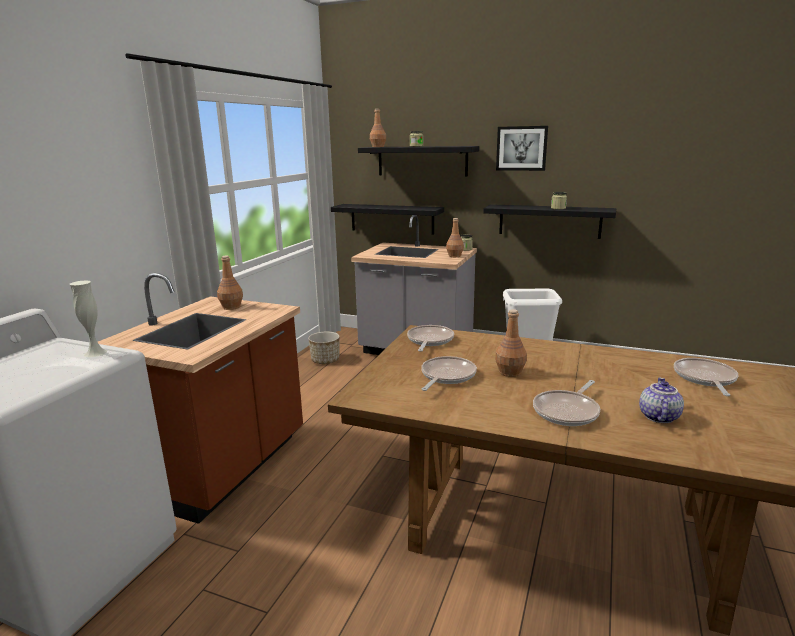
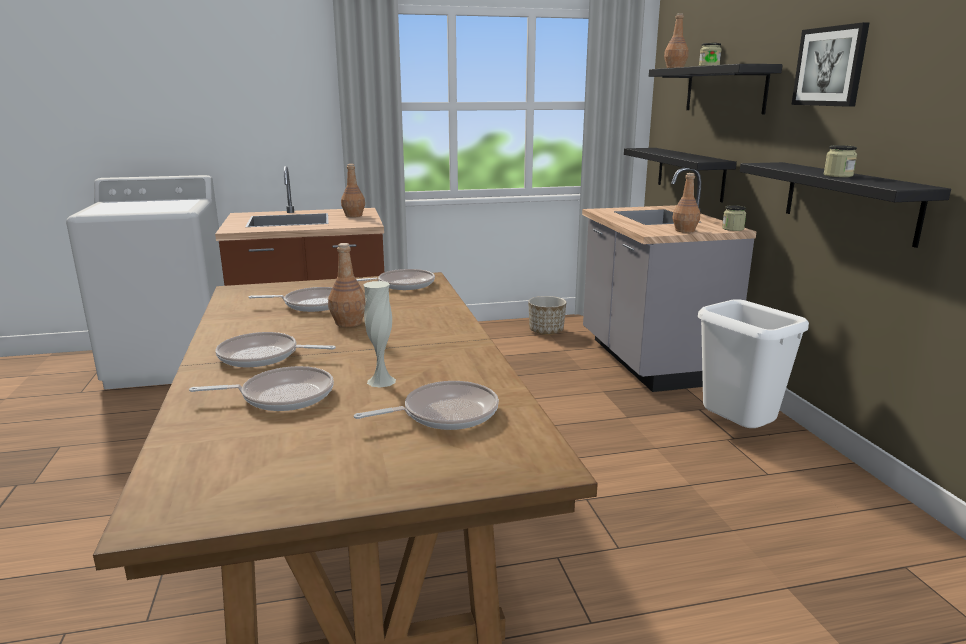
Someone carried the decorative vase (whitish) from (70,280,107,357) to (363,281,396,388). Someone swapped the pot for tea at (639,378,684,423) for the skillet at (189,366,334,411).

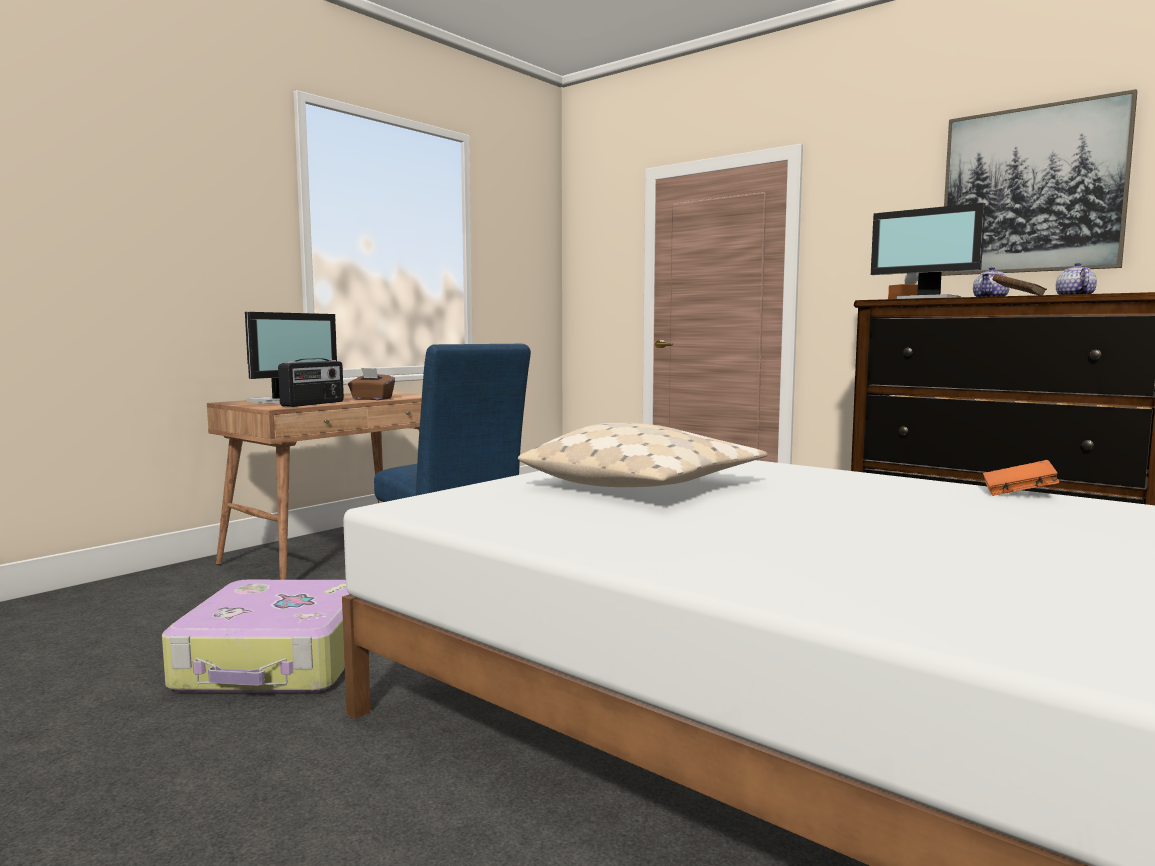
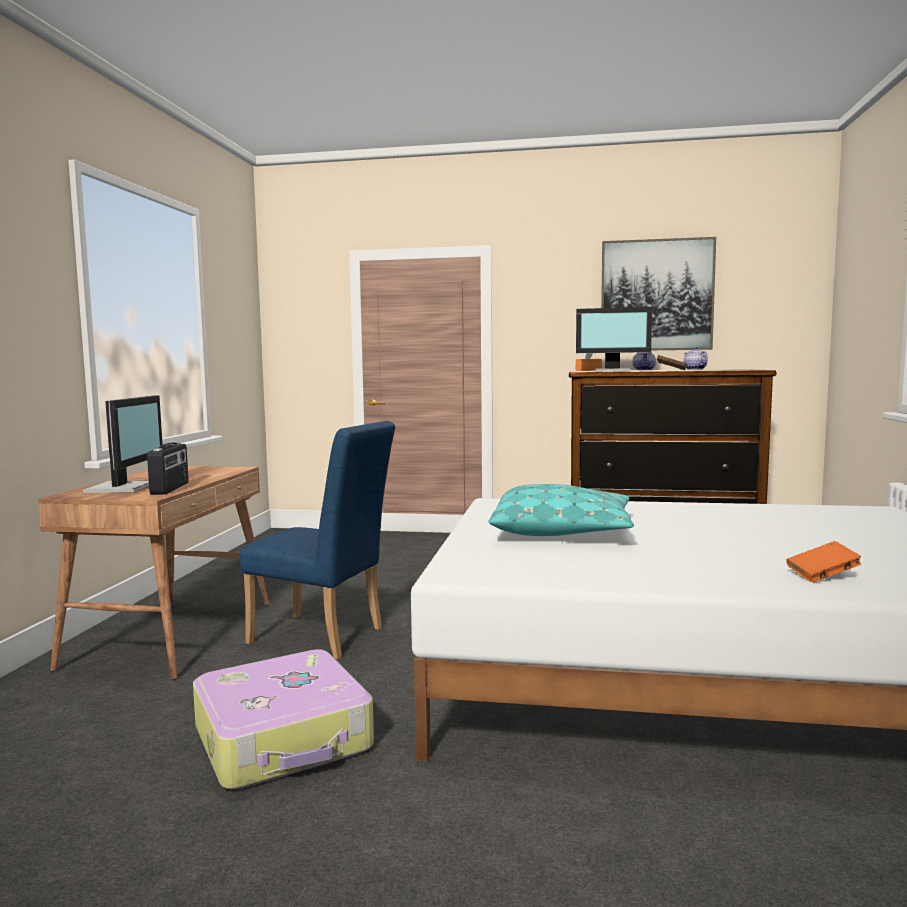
Someone took away the box of tissues (brownish) at (348,368,395,400). Someone carried the volume (orange) from (983,460,1059,496) to (786,541,861,583). Someone repainted the cushion (sand-coloured) at (518,423,768,487), which became the cushion (blue-green) at (489,484,634,536).

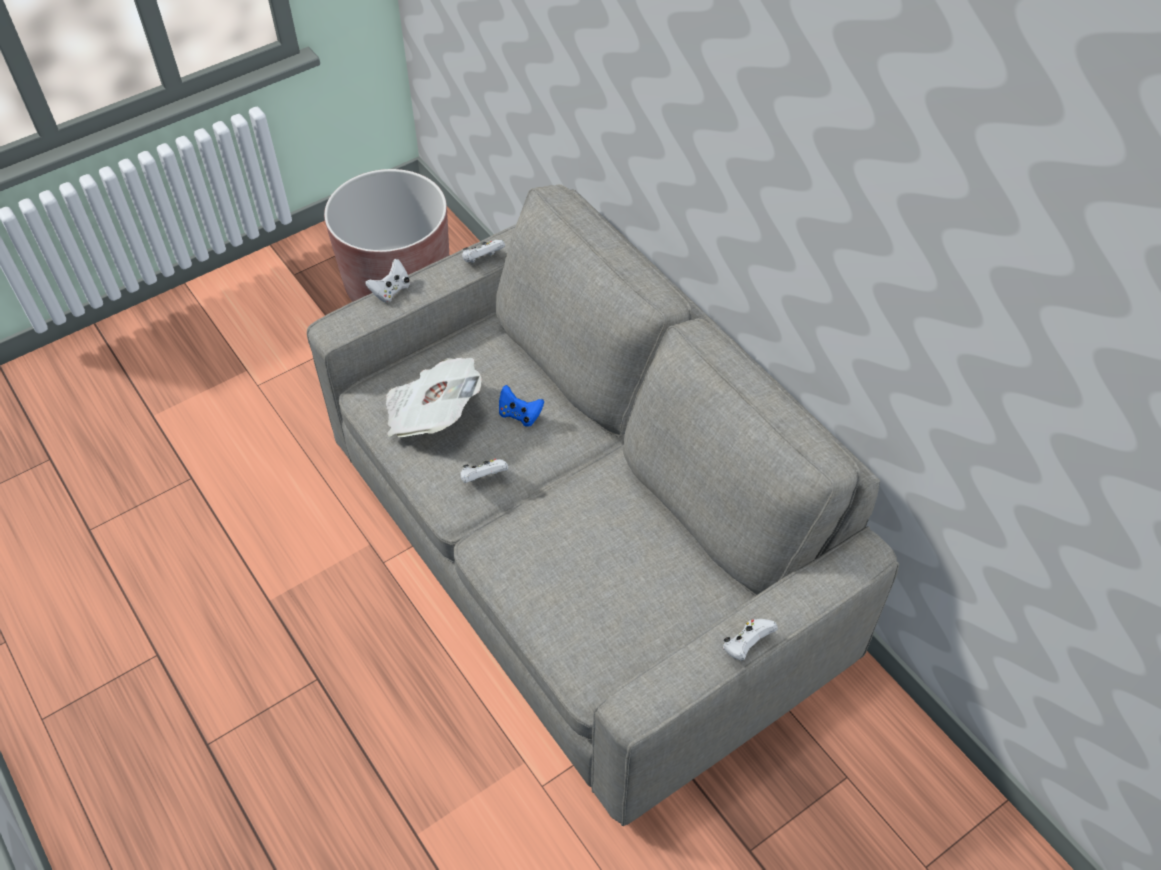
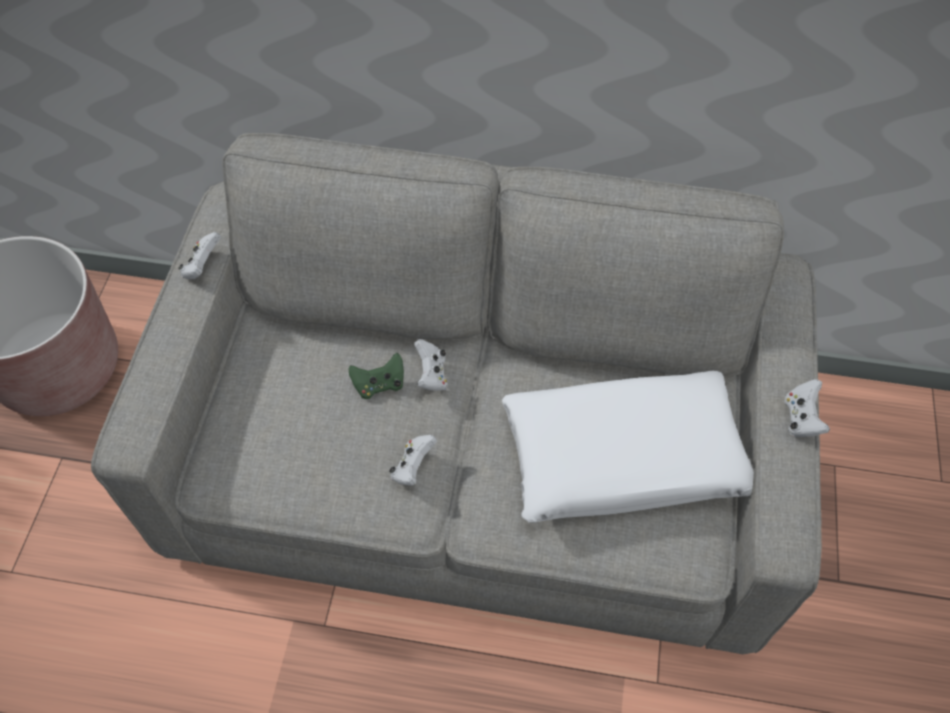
Someone took away the daily paper at (386,358,482,437). Someone put down the cushion (whitish) at (502,371,754,523). Someone carried the gamepad (whitish) from (365,259,410,303) to (414,339,448,391). Someone repainted the gamepad (blue-coloured) at (499,385,544,427), which became the gamepad (green) at (348,353,404,399).

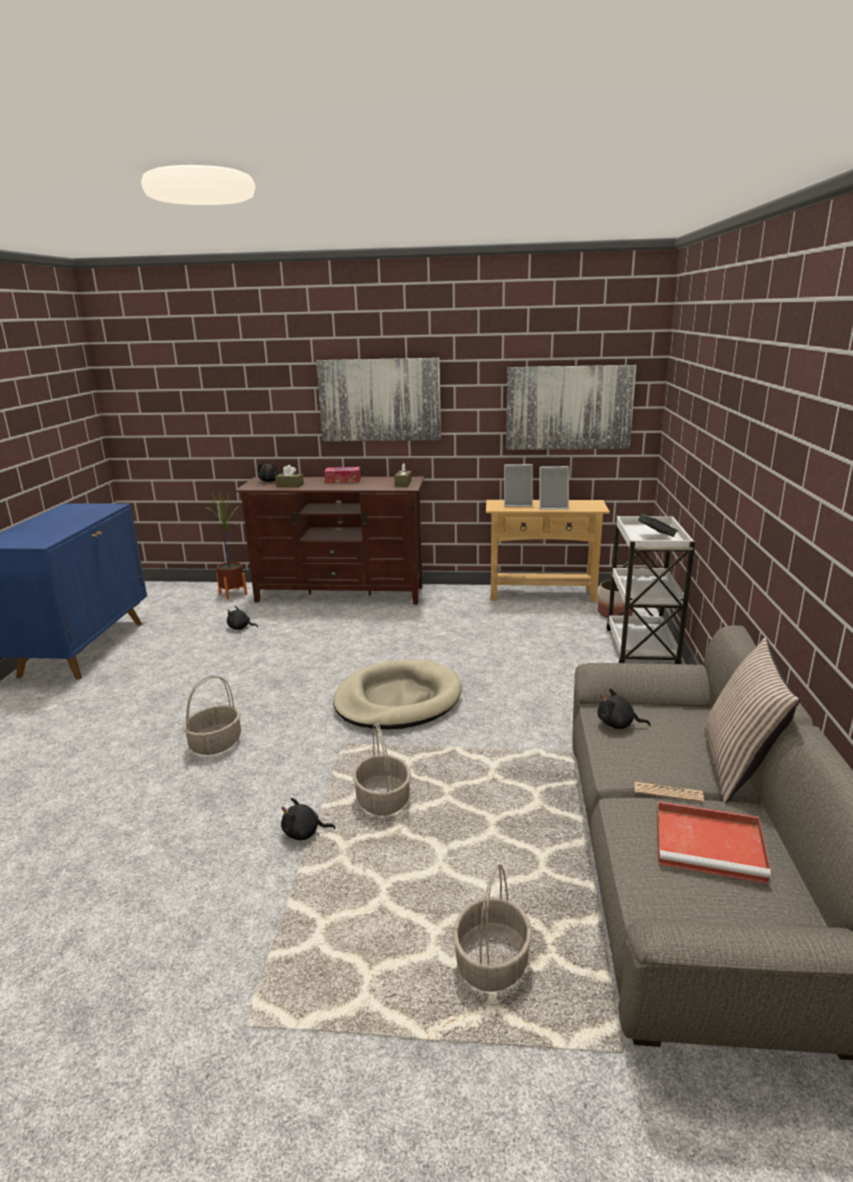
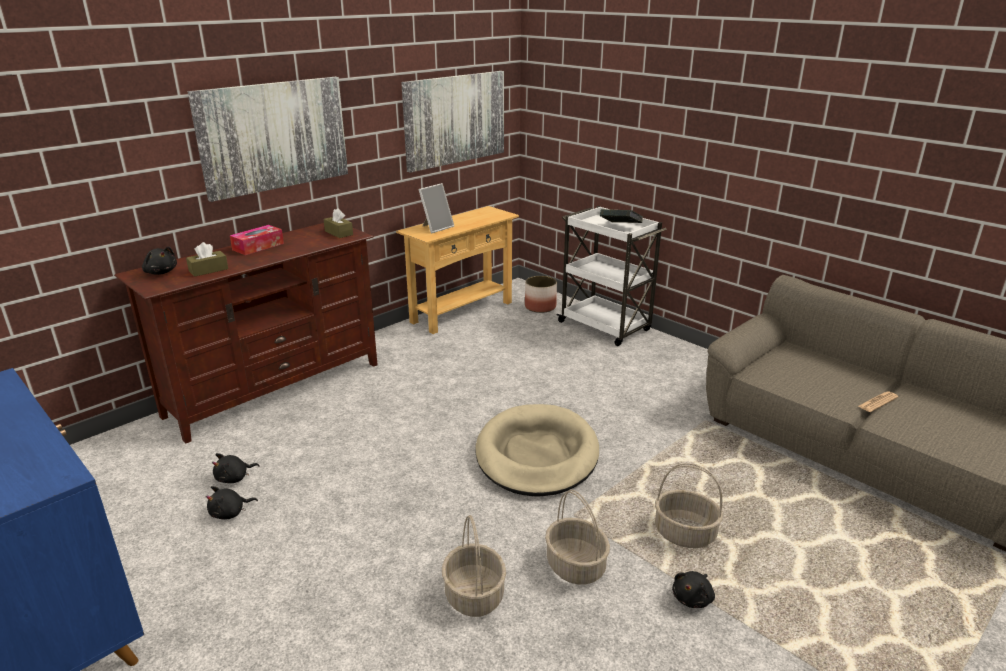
Someone took away the potted plant at (207,489,247,600). Someone took away the photo frame at (540,466,569,510). Someone took away the serving tray (reddish) at (657,801,771,884). Someone took away the cushion at (704,637,800,803). Someone carried the storage basket from (453,864,532,992) to (545,490,610,585). Someone carried the soft toy (blackish) from (598,688,651,729) to (206,486,258,519).

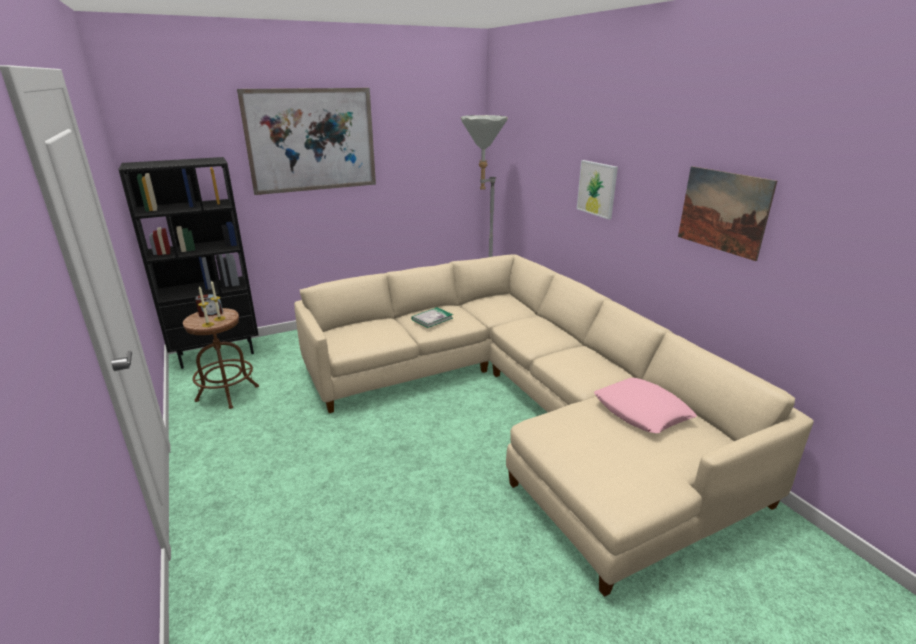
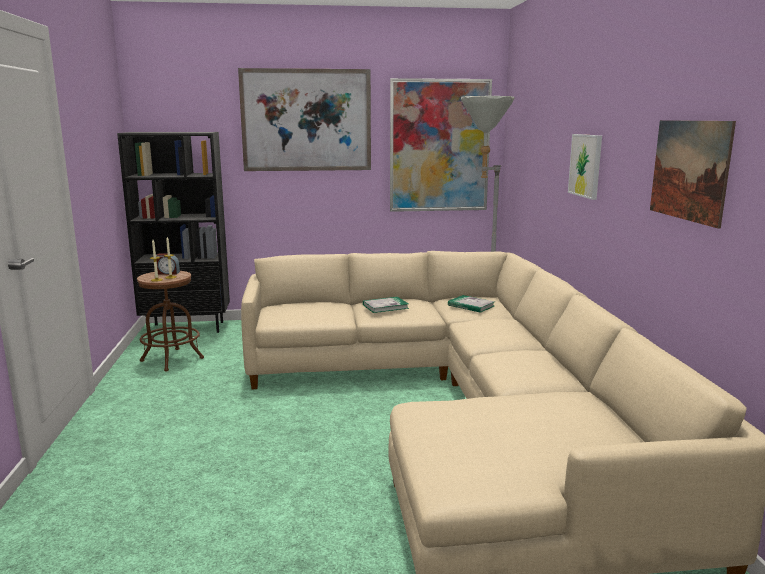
Someone took away the cushion (pink-coloured) at (594,378,697,433). Someone put up the wall art at (390,78,492,212). Someone put down the volume at (448,295,495,313).

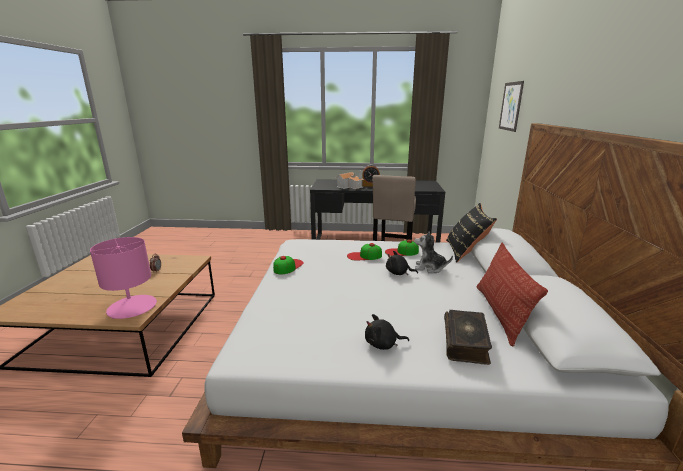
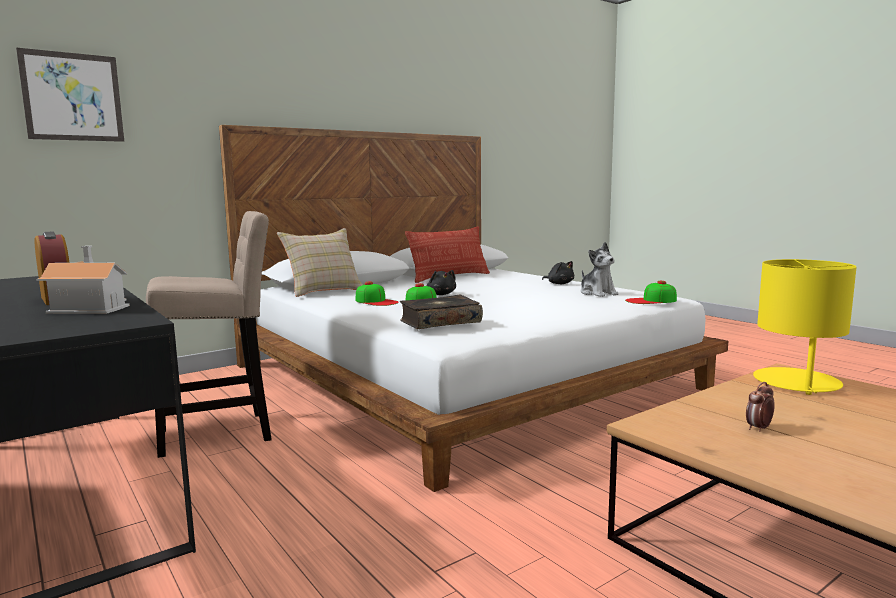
Someone carried the baseball cap from (273,256,304,274) to (625,281,677,304). Someone carried the soft toy from (414,231,453,273) to (581,242,619,297). Someone carried the volume from (444,310,492,365) to (400,295,483,329). Someone repainted the lamp for a table (pink-coloured) at (90,237,157,319), which became the lamp for a table (yellowish) at (753,259,857,395). Someone repainted the cushion (blackish) at (446,203,497,262), which became the cushion (sand-coloured) at (277,228,363,297).

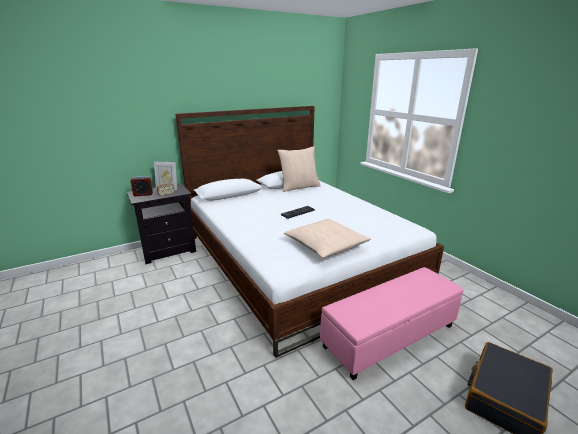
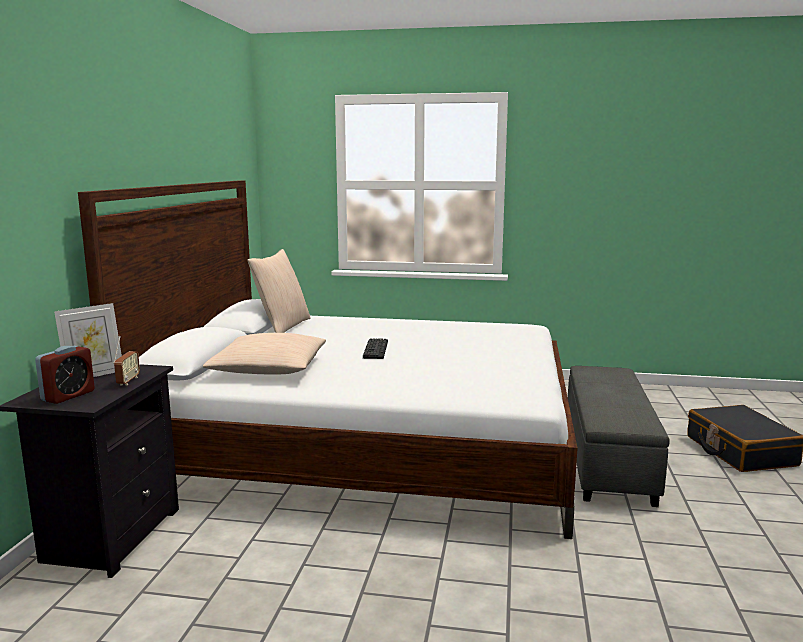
Someone carried the cushion (sand-coloured) from (284,219,371,258) to (202,333,326,375). Someone repainted the ottoman (pink-coloured) at (320,267,464,380), which became the ottoman (greyish) at (568,366,670,507).

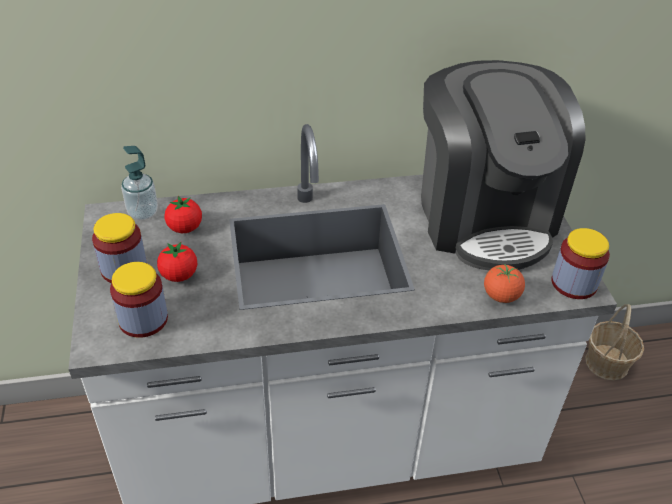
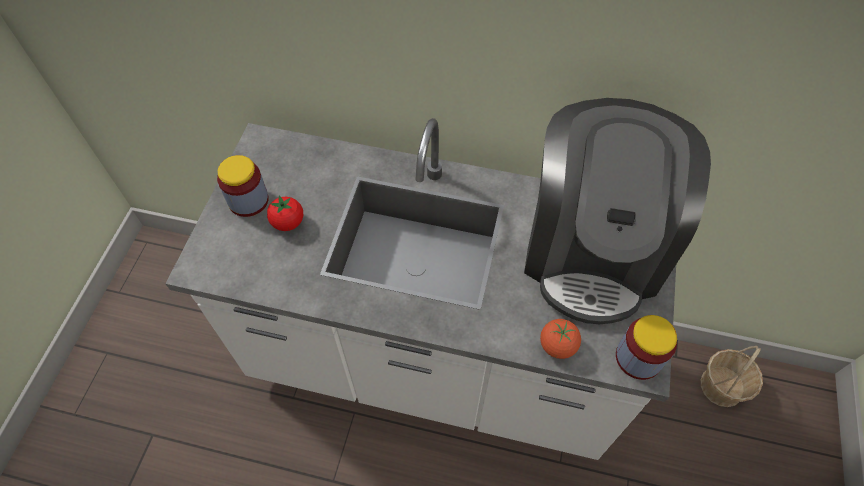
Someone took away the preserve jar at (110,262,168,338). Someone took away the soap dispenser at (121,146,158,220). Someone took away the whole tomato at (164,196,202,233).

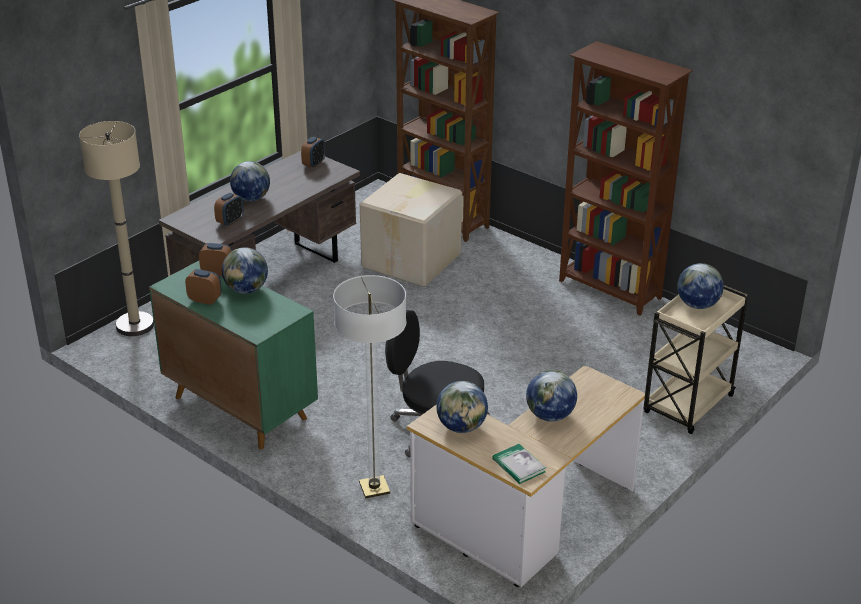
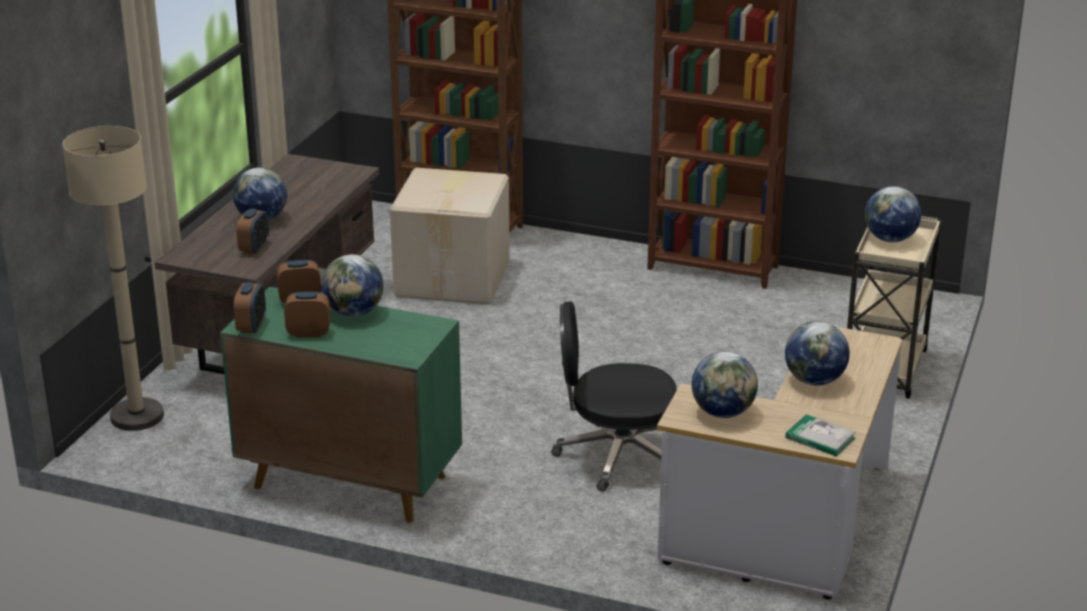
Someone took away the floor lamp at (333,275,407,499). Someone carried the table clock from (301,137,325,168) to (234,282,266,333).

